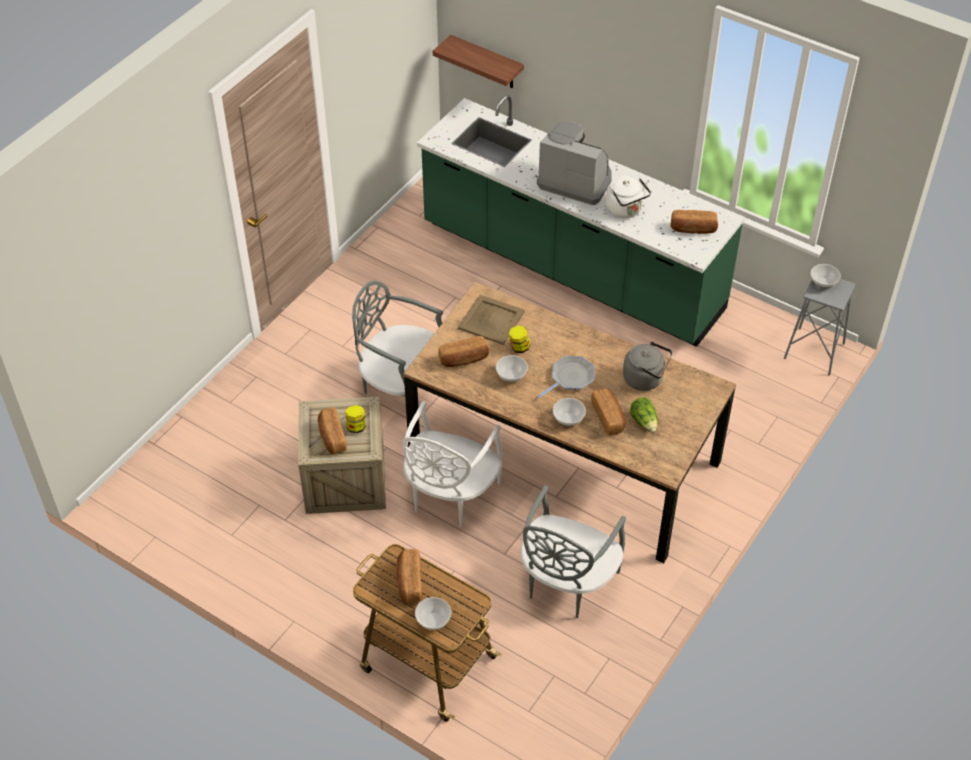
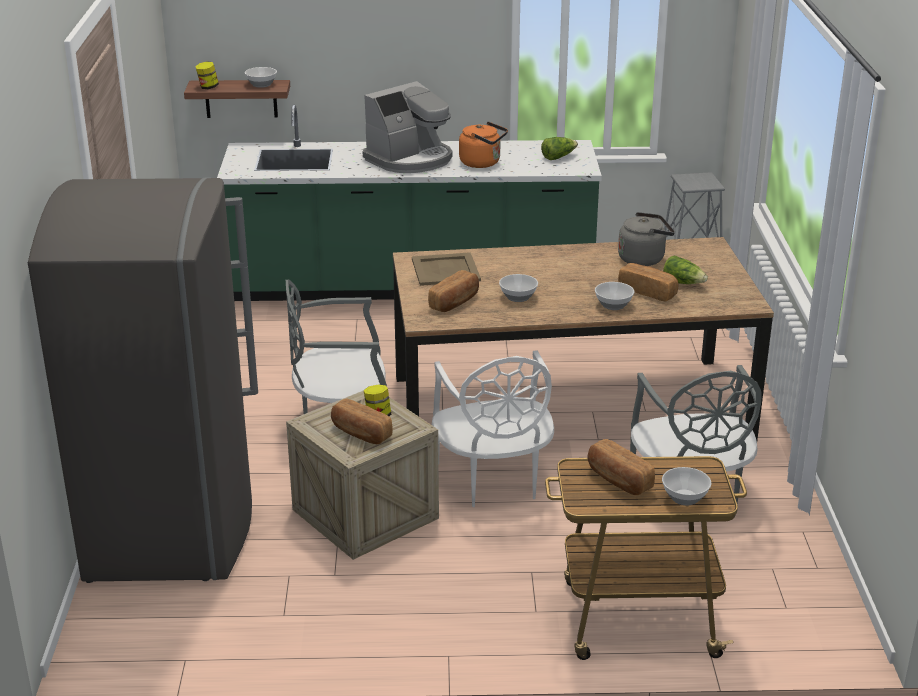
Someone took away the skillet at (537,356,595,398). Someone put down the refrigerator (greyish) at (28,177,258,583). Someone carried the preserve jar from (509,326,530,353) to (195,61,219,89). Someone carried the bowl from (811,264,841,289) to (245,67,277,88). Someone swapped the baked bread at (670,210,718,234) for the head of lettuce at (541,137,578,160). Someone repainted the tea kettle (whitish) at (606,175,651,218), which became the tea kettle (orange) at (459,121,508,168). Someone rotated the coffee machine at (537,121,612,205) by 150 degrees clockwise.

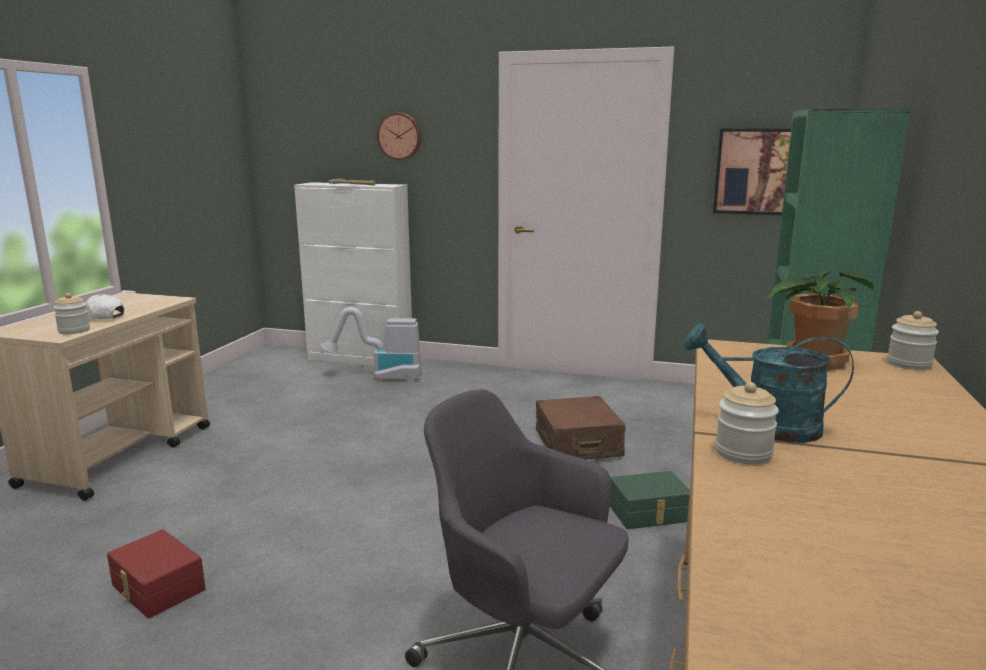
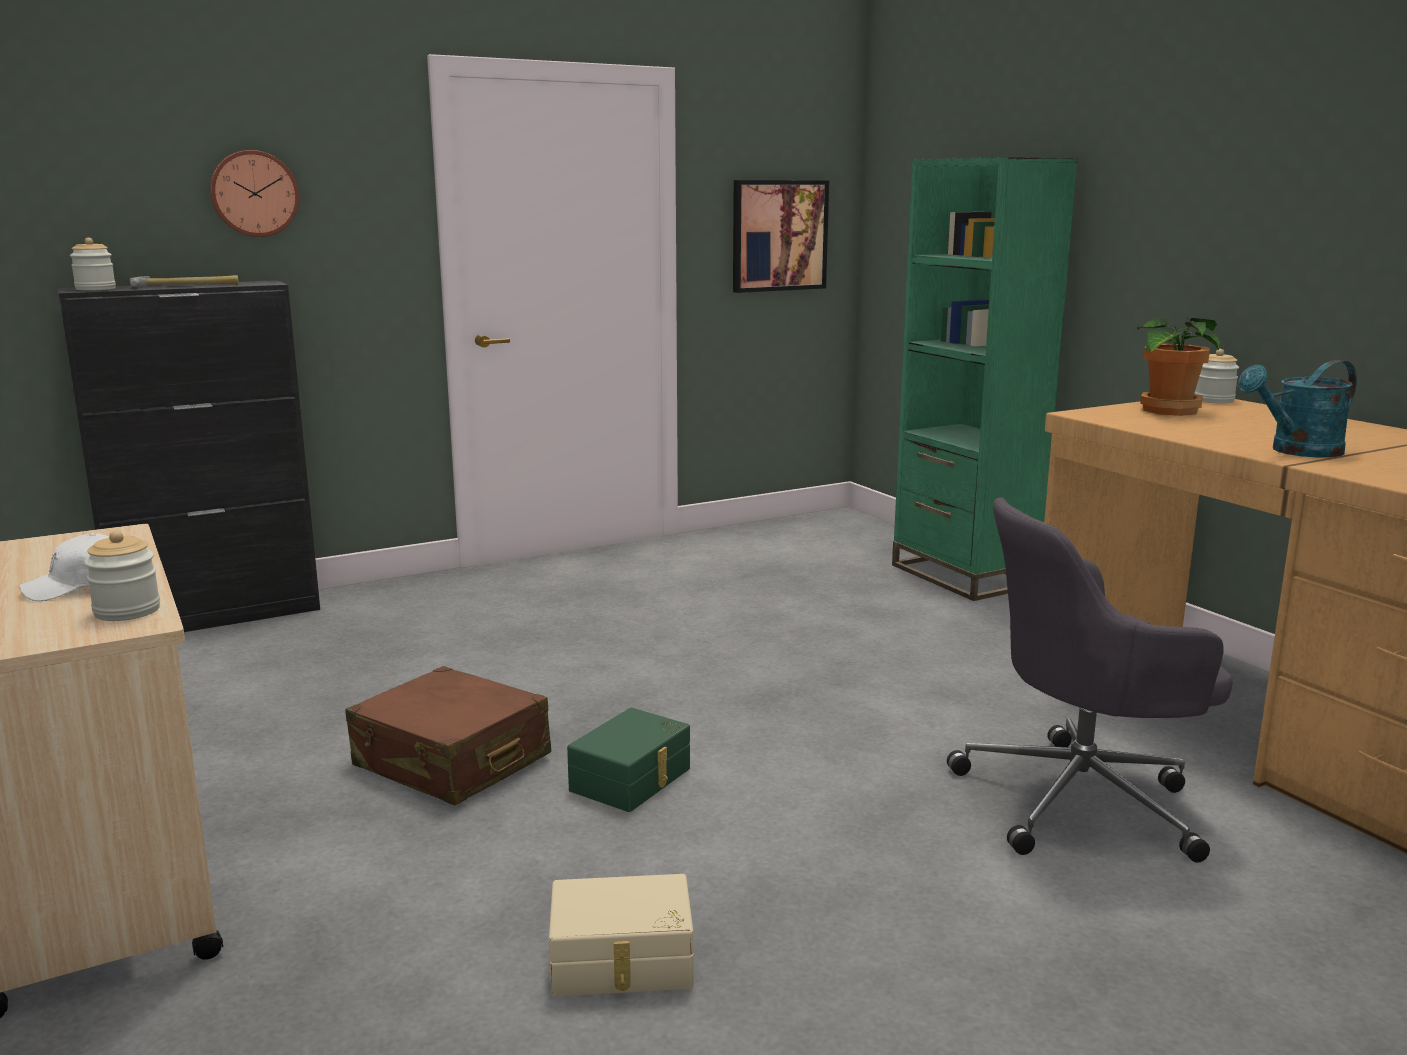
Someone took away the vacuum at (321,307,422,382). Someone carried the travel case (brownish) from (536,396,626,460) to (345,666,551,806). Someone carried the storage container (green) from (610,471,690,529) to (567,708,690,812). Someone carried the preserve jar from (715,382,779,465) to (70,238,116,291). Someone repainted the storage container (reddish) at (107,529,206,618), which became the storage container (sand-coloured) at (549,874,694,997). Someone repainted the cupboard (whitish) at (294,182,412,366), which became the cupboard (blackish) at (57,280,320,632).

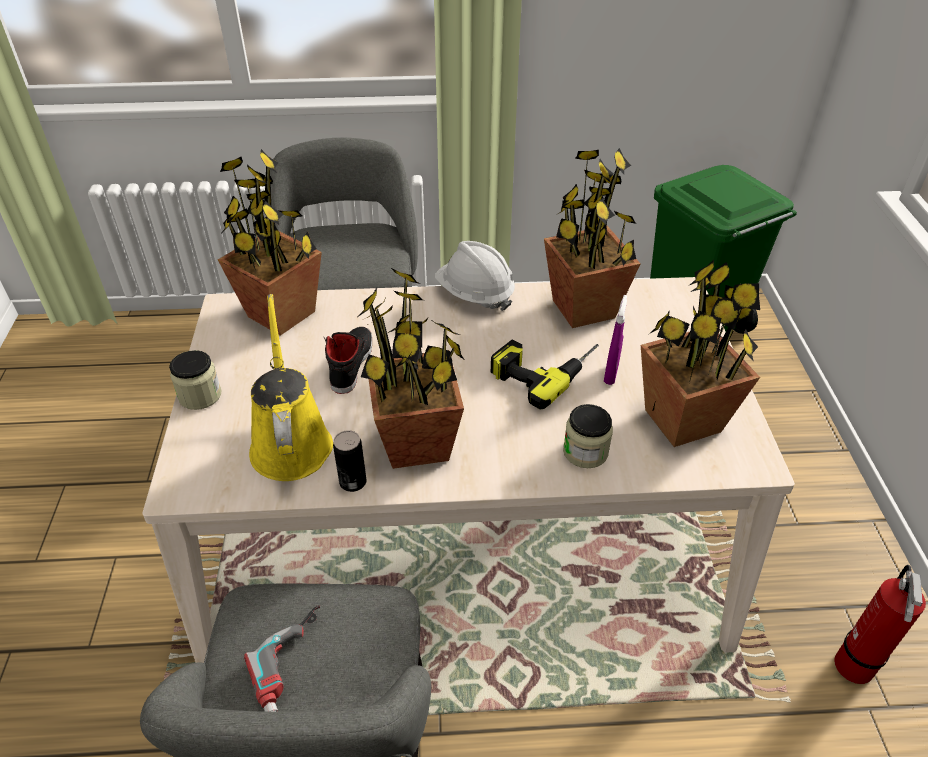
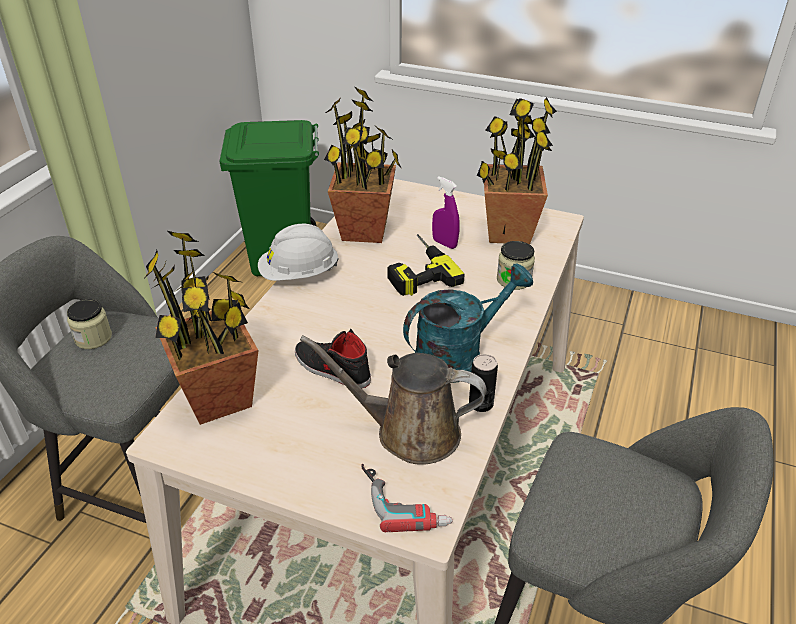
Someone took away the extinguisher at (835,565,926,684). Someone carried the preserve jar from (169,350,222,410) to (67,299,112,349). Someone carried the power drill from (244,605,321,712) to (361,464,453,532). Someone swapped the potted plant at (358,268,464,469) for the watering pot (blue-green) at (403,263,533,383). Someone repainted the watering pot (yellowish) at (249,294,333,481), which became the watering pot (brownish) at (300,335,487,465).

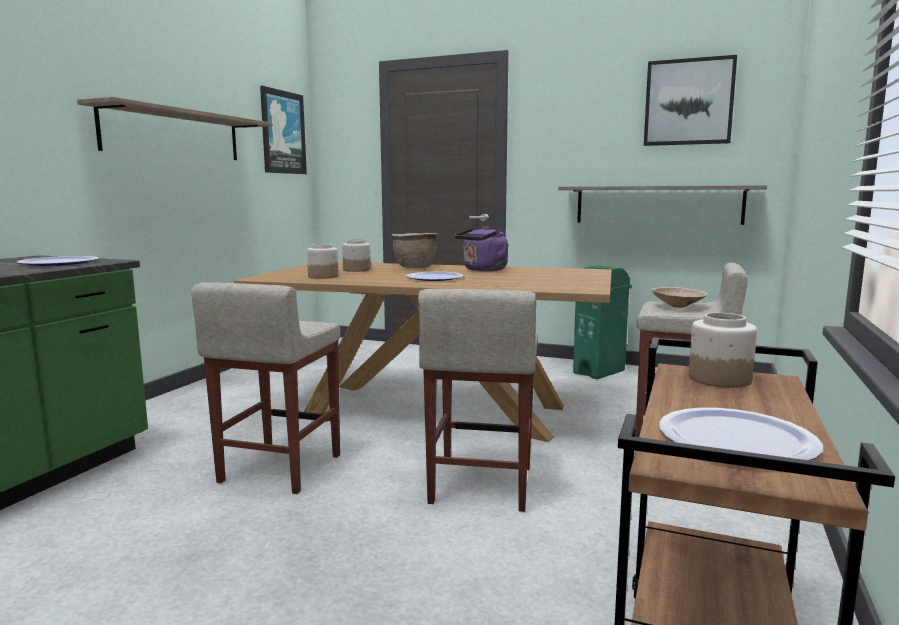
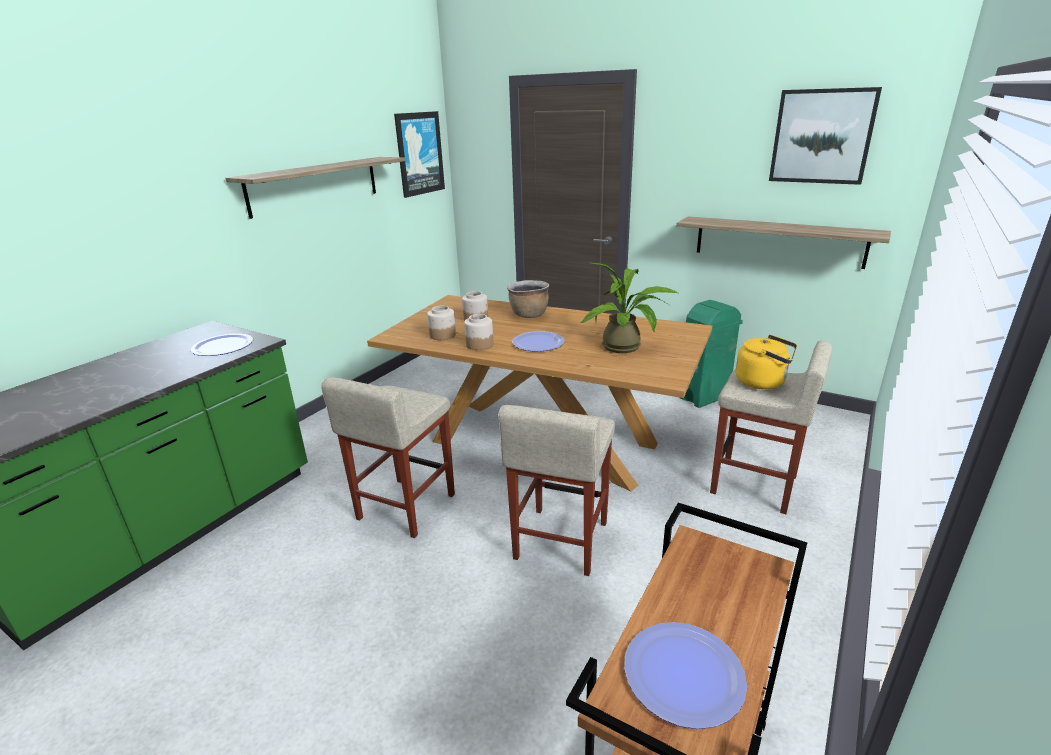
Someone took away the tea kettle (purple) at (455,226,509,271). Someone put down the potted plant at (580,262,678,353). Someone carried the preserve jar from (689,313,757,388) to (464,314,494,350). Someone swapped the bowl (sand-coloured) at (651,287,708,308) for the tea kettle (yellowish) at (736,335,797,389).

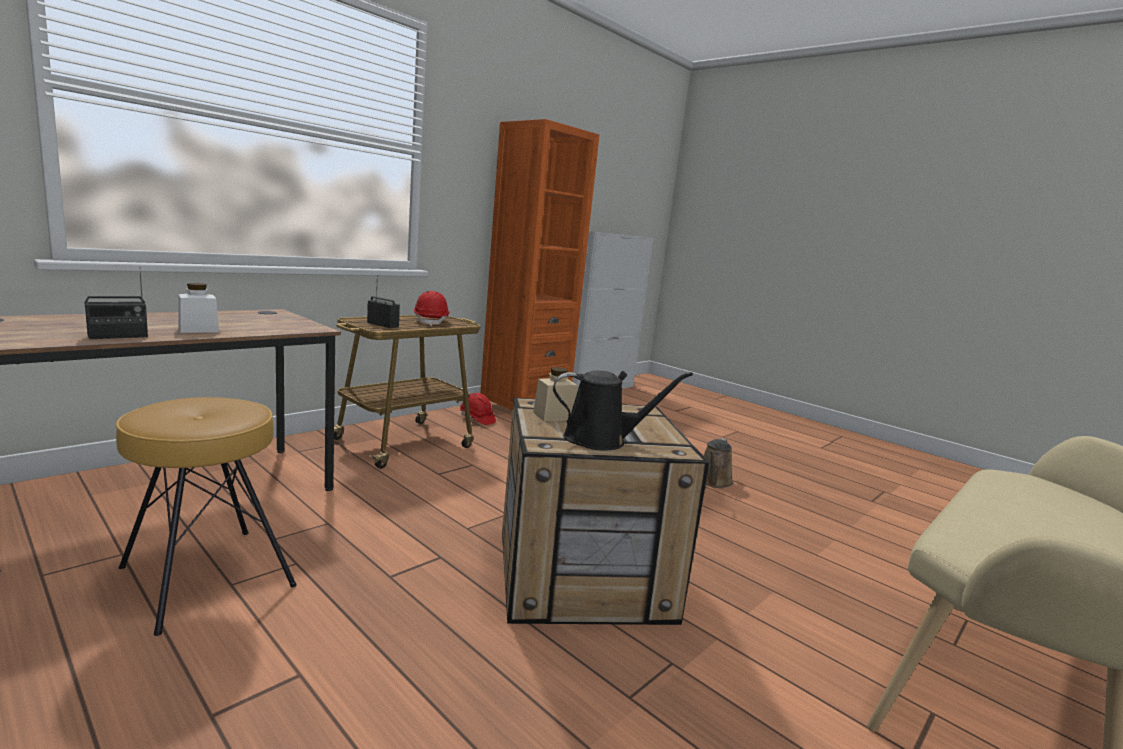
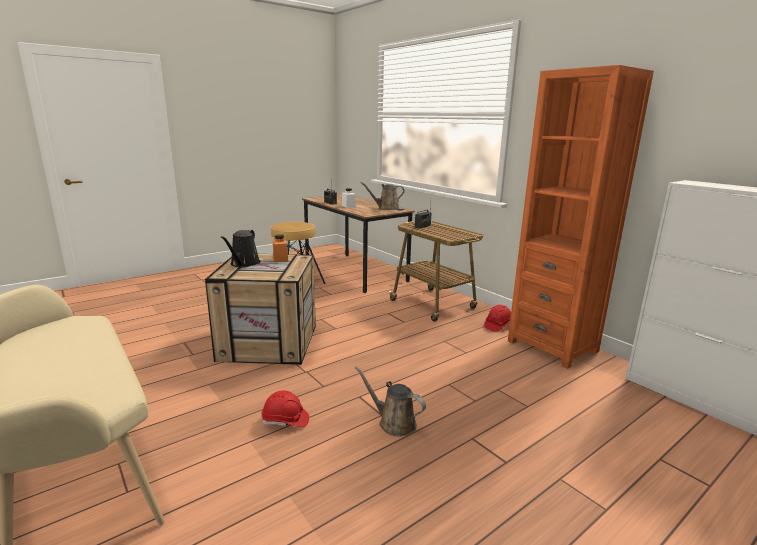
Someone put down the watering pot (brownish) at (361,182,405,210). Someone carried the hard hat (reddish) from (413,291,450,326) to (262,390,309,427). Someone repainted the preserve jar (sand-coloured) at (533,367,578,421), which became the preserve jar (orange) at (273,234,288,262).

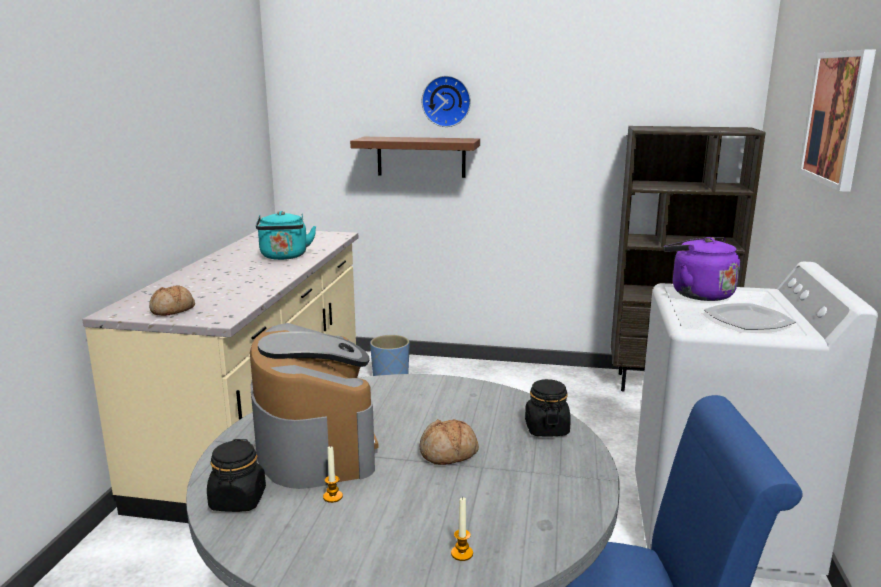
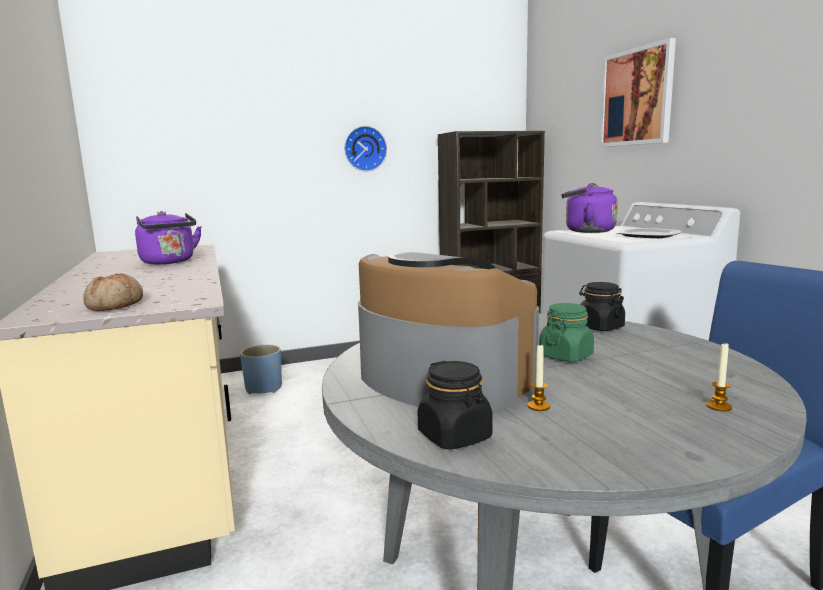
Someone took away the bracket shelf (brownish) at (350,137,480,178). Someone carried the hanging clock from (422,75,471,127) to (344,126,387,171). Someone swapped the baked bread at (419,419,479,465) for the preserve jar (green) at (539,303,594,362). Someone repainted the tea kettle (blue-green) at (256,211,317,260), which became the tea kettle (purple) at (135,211,202,264).

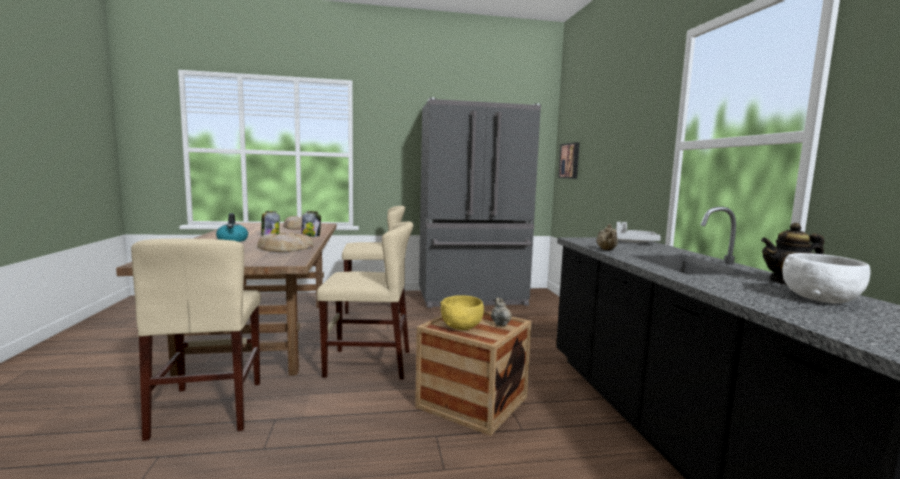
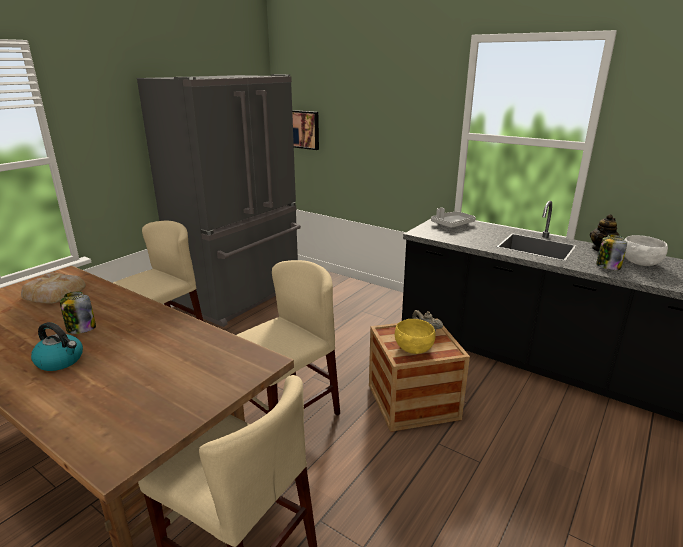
Someone took away the baked bread at (257,232,314,252). Someone took away the pot for tea (sand-coloured) at (596,224,618,250). Someone carried the preserve jar from (301,211,321,237) to (596,235,627,270).

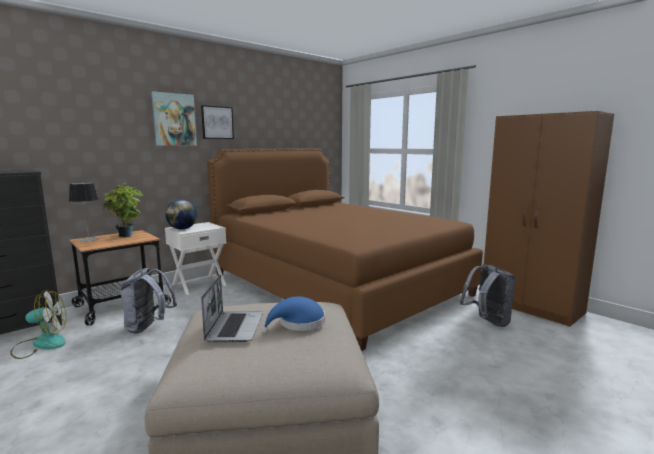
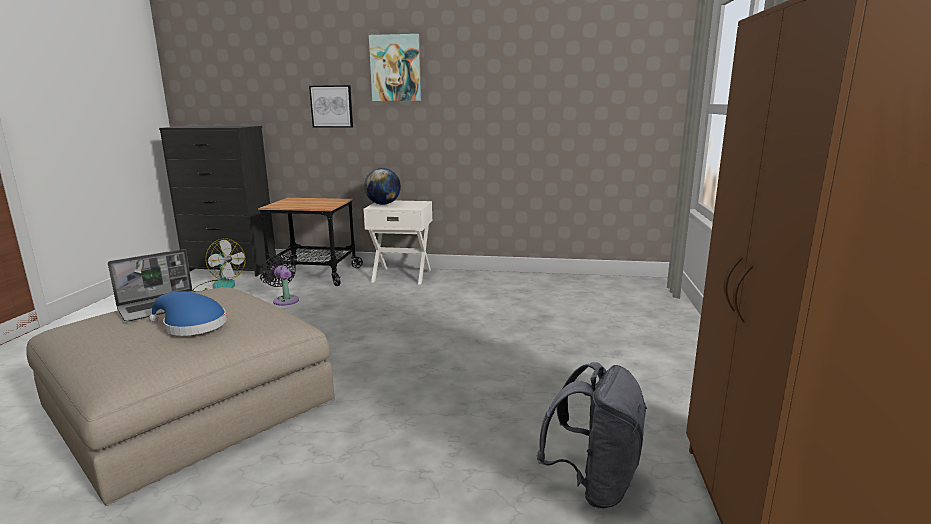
Someone took away the lamp for a table at (69,182,99,242). Someone took away the potted plant at (103,182,144,237). Someone took away the bed (brownish) at (207,148,483,351). Someone carried the wall art from (201,105,234,139) to (309,85,353,128). Someone swapped the knapsack (greyish) at (120,268,177,334) for the electric fan (blackish) at (262,254,299,306).

